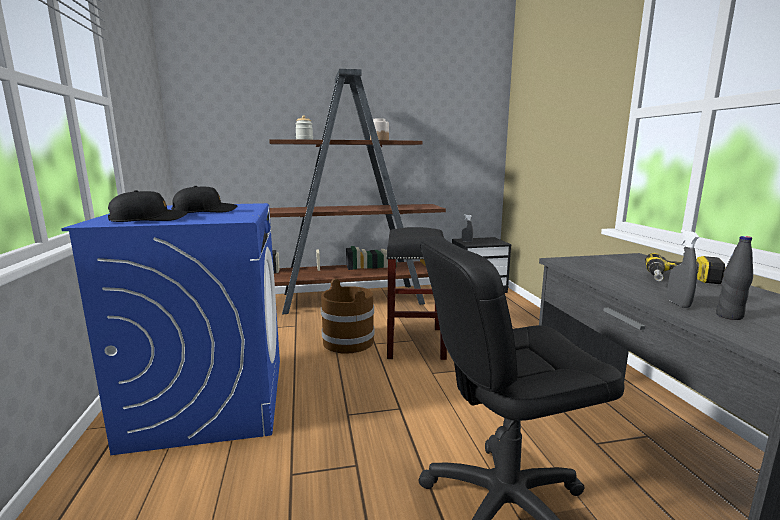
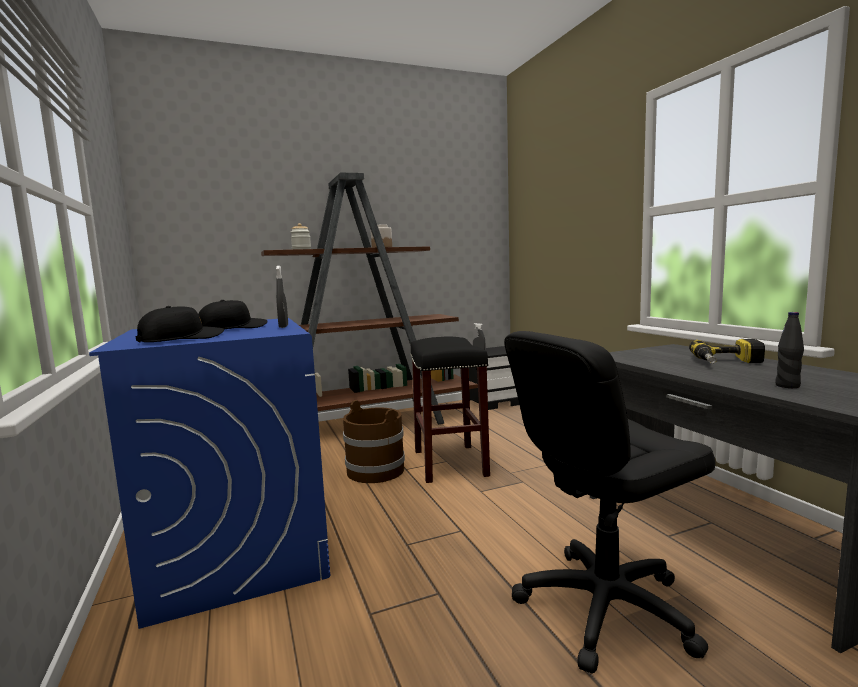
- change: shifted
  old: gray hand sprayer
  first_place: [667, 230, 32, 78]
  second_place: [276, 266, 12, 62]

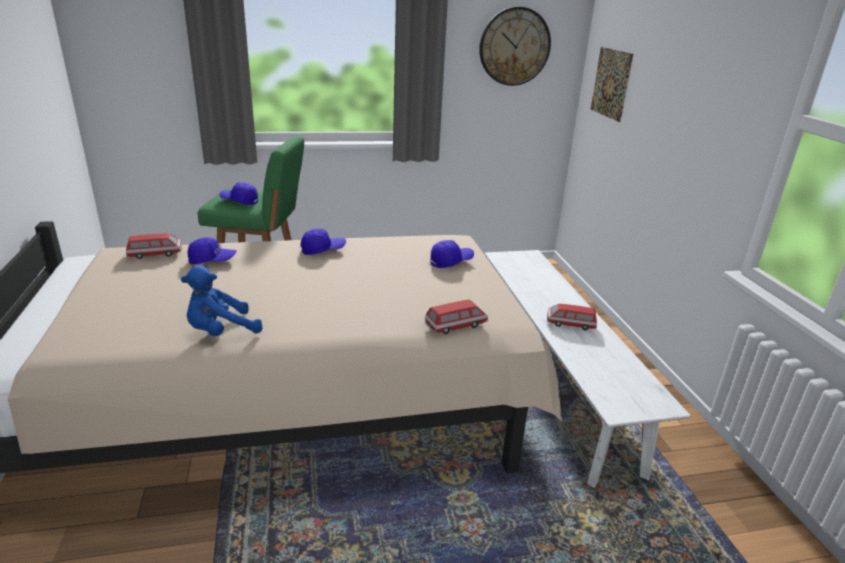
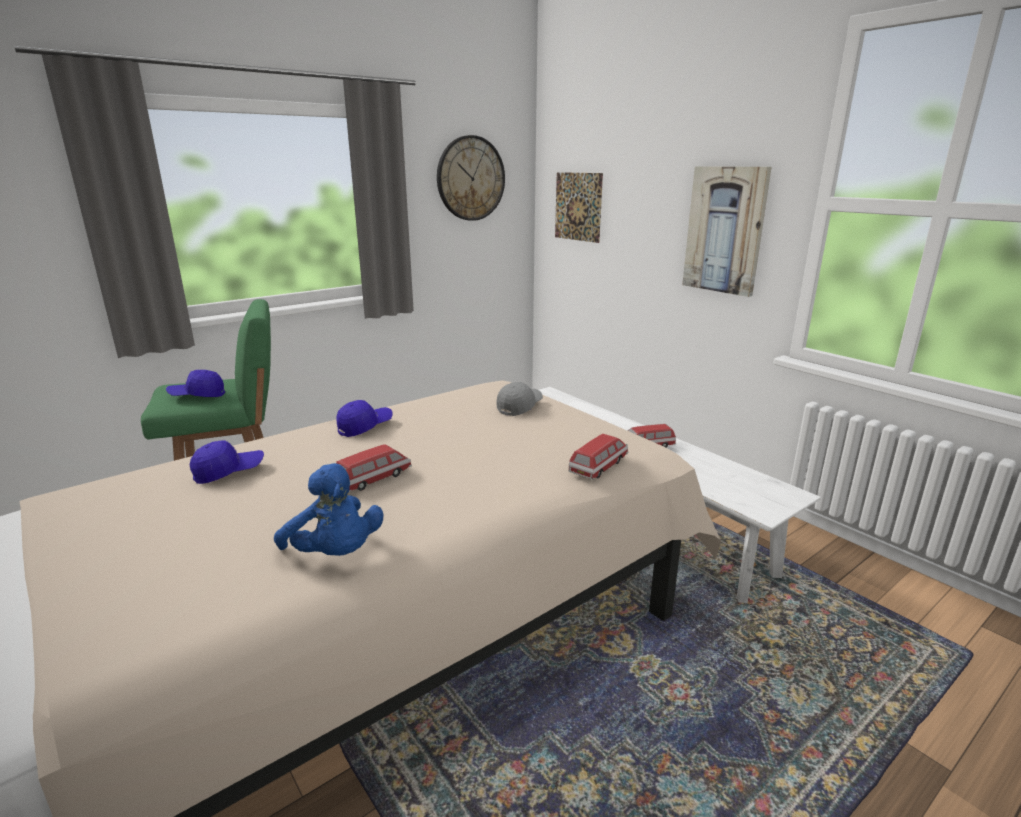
- change: shifted
  old: model car
  first_place: [126, 233, 56, 26]
  second_place: [336, 444, 76, 48]
- change: rotated
  old: bluish cuddly toy
  first_place: [181, 266, 82, 70]
  second_place: [274, 463, 110, 93]
  degrees: -75
- change: repainted
  old: bluish peaked cap
  new: gray peaked cap
  first_place: [430, 240, 44, 28]
  second_place: [497, 382, 46, 34]
- change: new
  new: picture
  second_place: [682, 166, 89, 131]

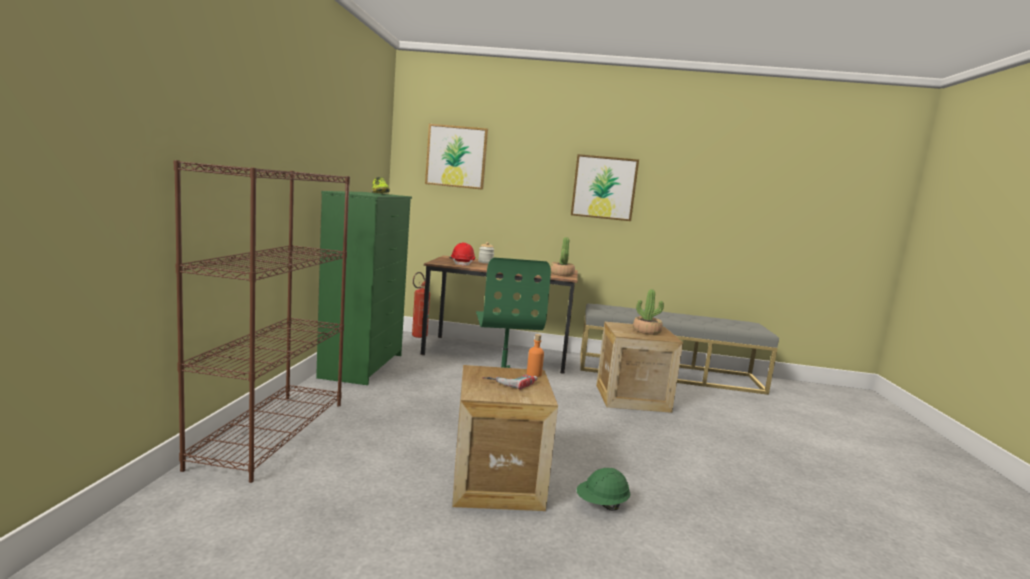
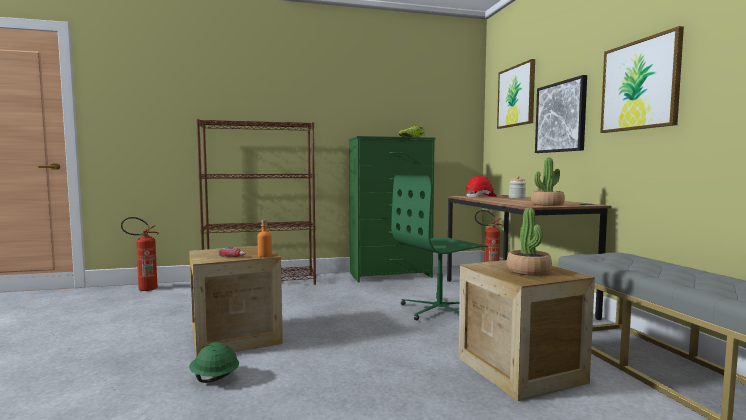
- change: new
  new: extinguisher
  second_place: [121, 217, 38, 74]
- change: new
  new: picture
  second_place: [535, 75, 52, 78]

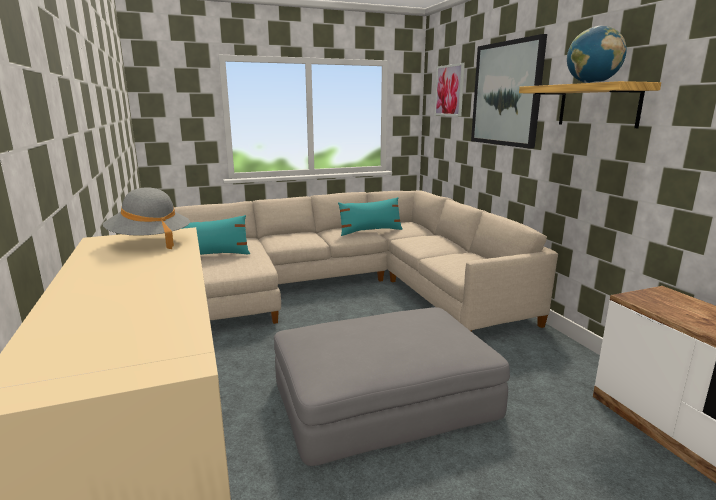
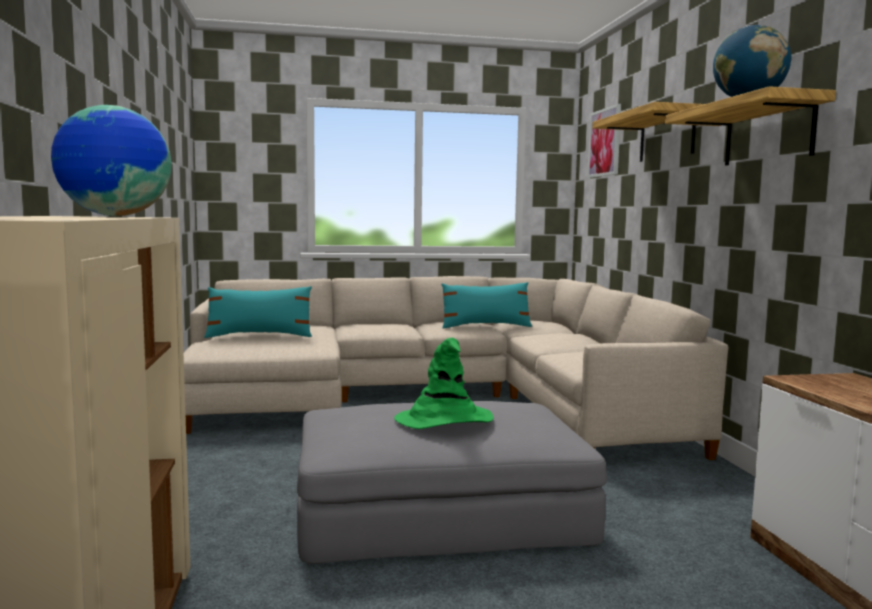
- change: swapped
  old: gray wearable hat
  new: world globe
  first_place: [103, 188, 87, 61]
  second_place: [51, 105, 121, 111]
- change: swapped
  old: picture
  new: bracket shelf
  first_place: [471, 34, 76, 115]
  second_place: [592, 102, 112, 60]
- change: new
  new: green wearable hat
  second_place: [394, 338, 100, 91]

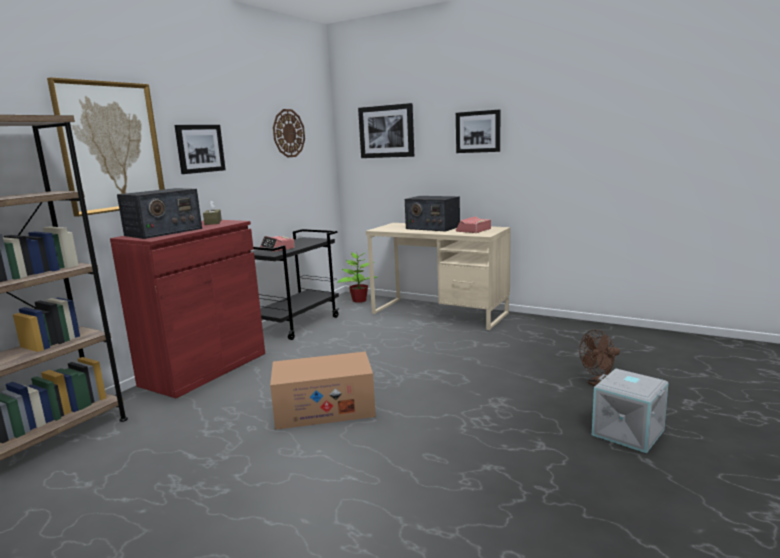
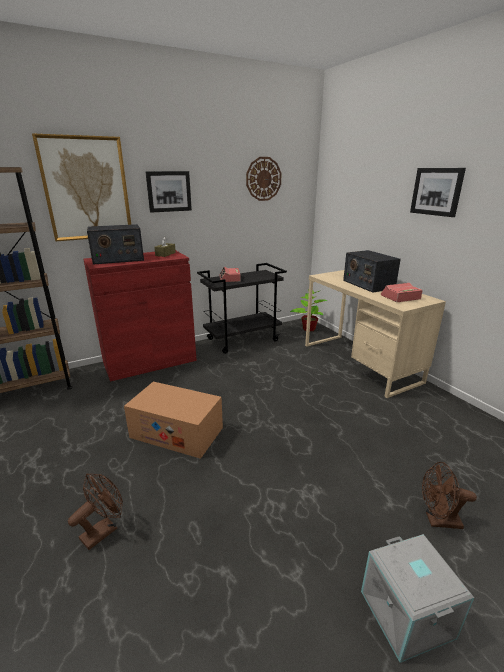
- change: gone
  old: picture
  first_place: [358, 103, 56, 55]
- change: new
  new: brown-coloured fan
  second_place: [68, 474, 55, 76]

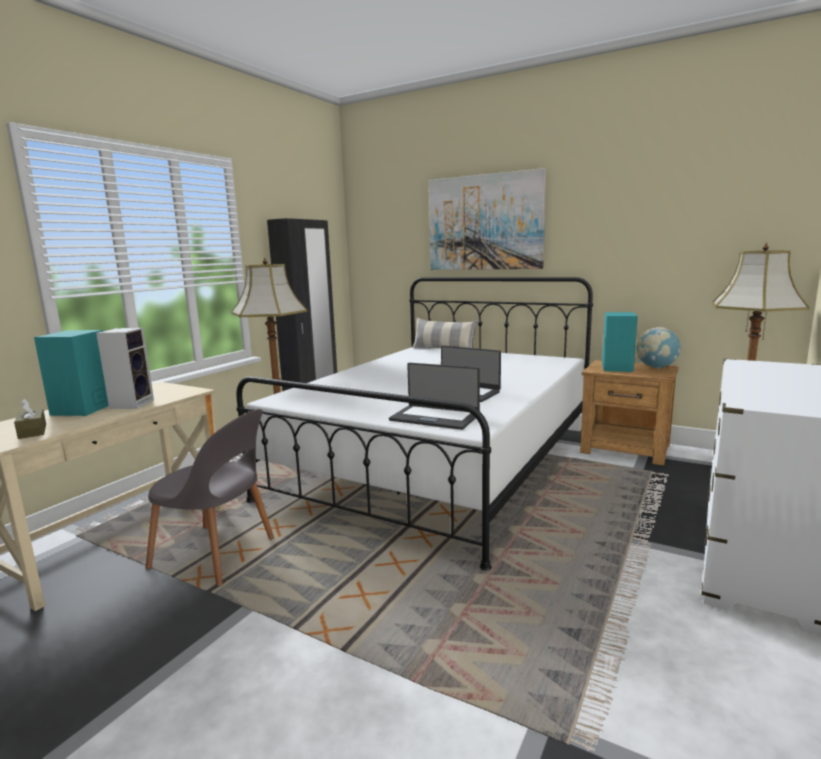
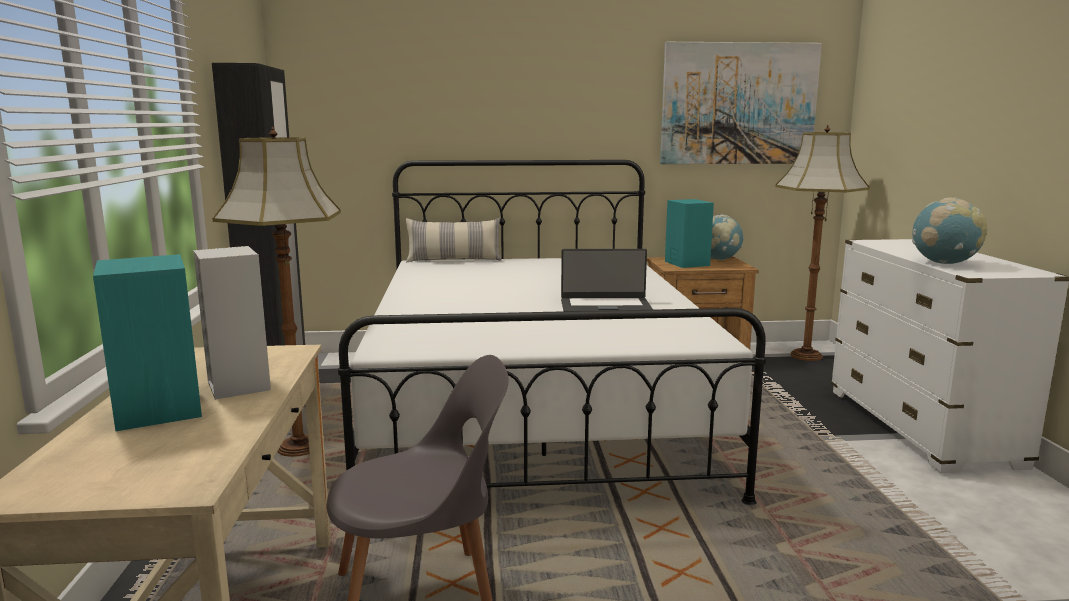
- change: gone
  old: brown-coloured box of tissues
  first_place: [14, 399, 32, 40]
- change: gone
  old: laptop
  first_place: [389, 363, 91, 67]
- change: shifted
  old: picture
  first_place: [429, 168, 117, 102]
  second_place: [660, 42, 162, 122]
- change: new
  new: world globe
  second_place: [912, 198, 75, 66]

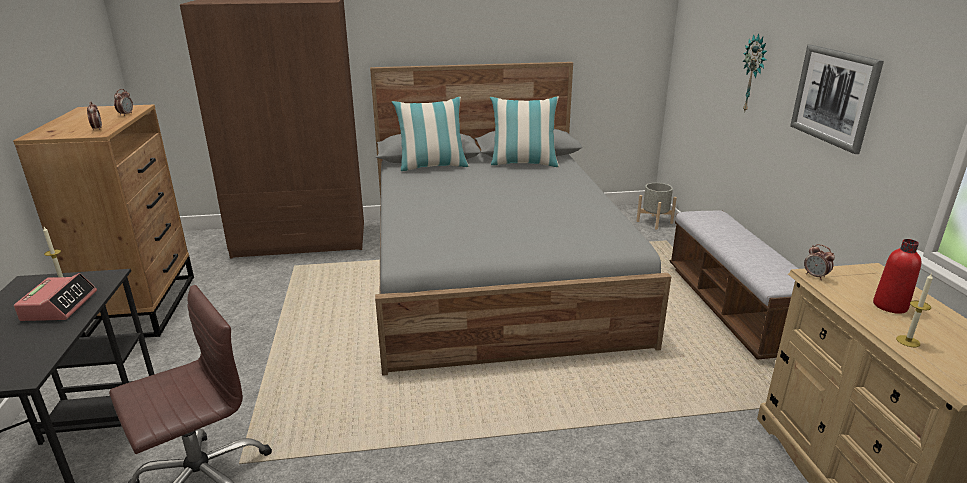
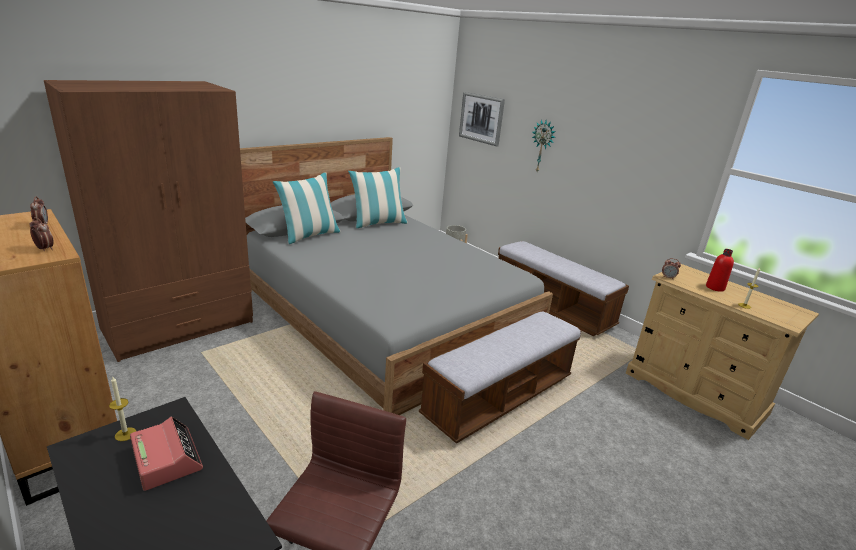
- change: shifted
  old: picture
  first_place: [790, 45, 94, 109]
  second_place: [459, 92, 46, 55]
- change: new
  new: long seat
  second_place: [419, 311, 162, 132]

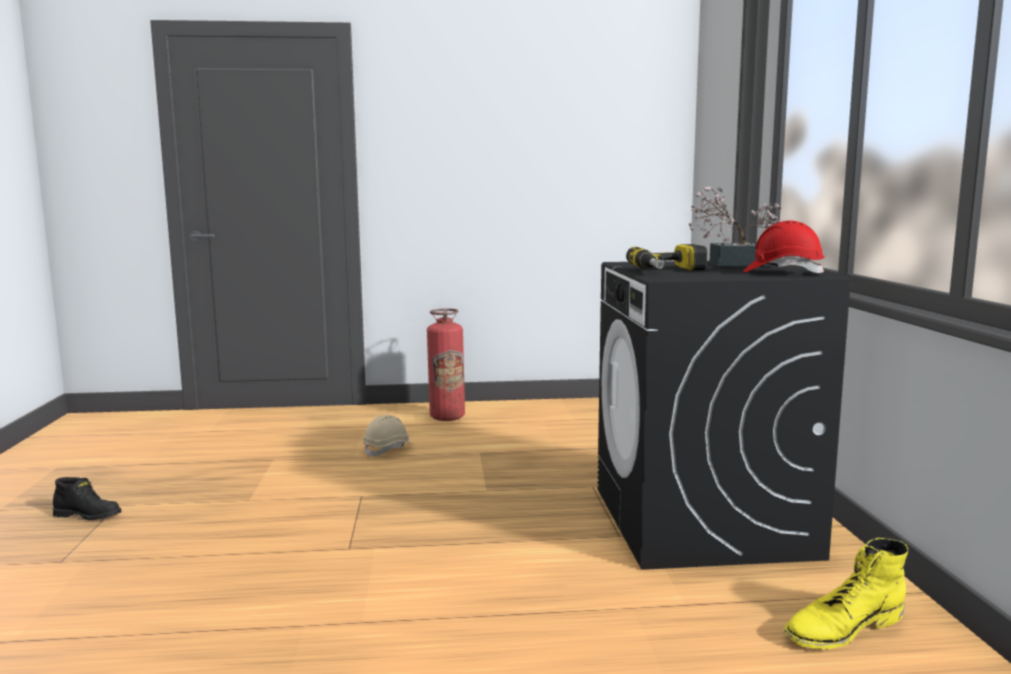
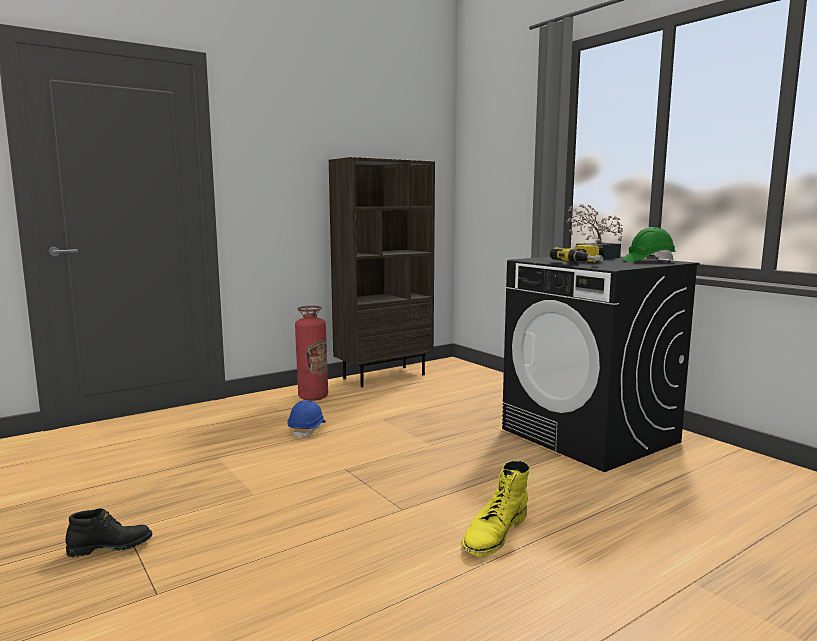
- change: repainted
  old: sand-coloured hard hat
  new: bluish hard hat
  first_place: [363, 415, 51, 42]
  second_place: [287, 400, 39, 39]
- change: repainted
  old: red-coloured hard hat
  new: green hard hat
  first_place: [743, 221, 82, 52]
  second_place: [622, 227, 54, 35]
- change: shifted
  old: yellow-coloured tall boot
  first_place: [783, 538, 125, 111]
  second_place: [461, 461, 69, 95]
- change: new
  new: brown-coloured bookcase
  second_place: [329, 157, 106, 230]

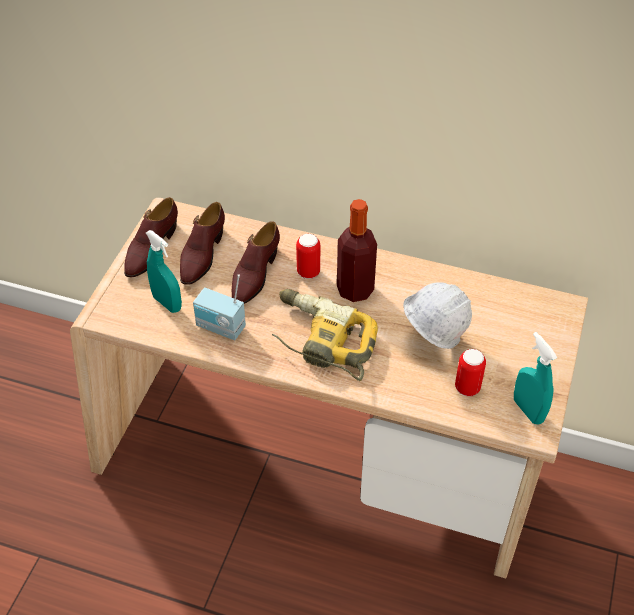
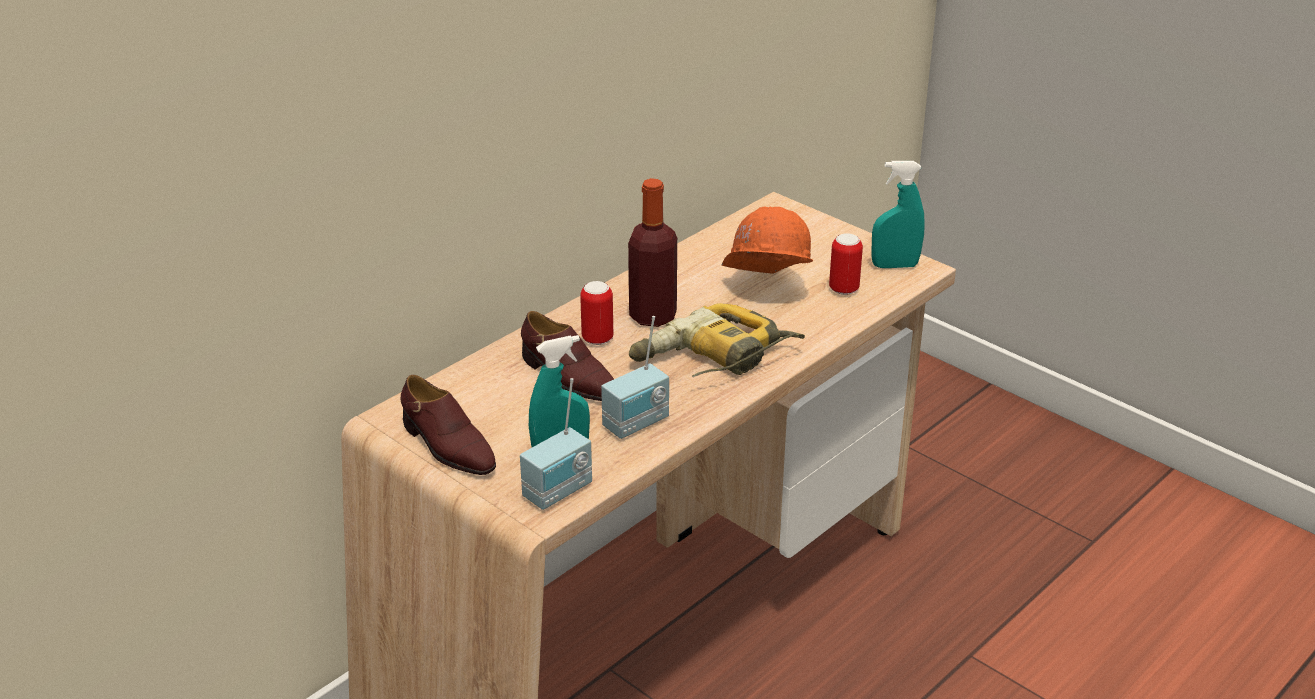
- change: gone
  old: brown-coloured low shoe
  first_place: [180, 202, 45, 83]
- change: repainted
  old: whitish hard hat
  new: orangey hard hat
  first_place: [403, 282, 69, 68]
  second_place: [692, 206, 121, 68]
- change: new
  new: radio set
  second_place: [520, 378, 72, 132]

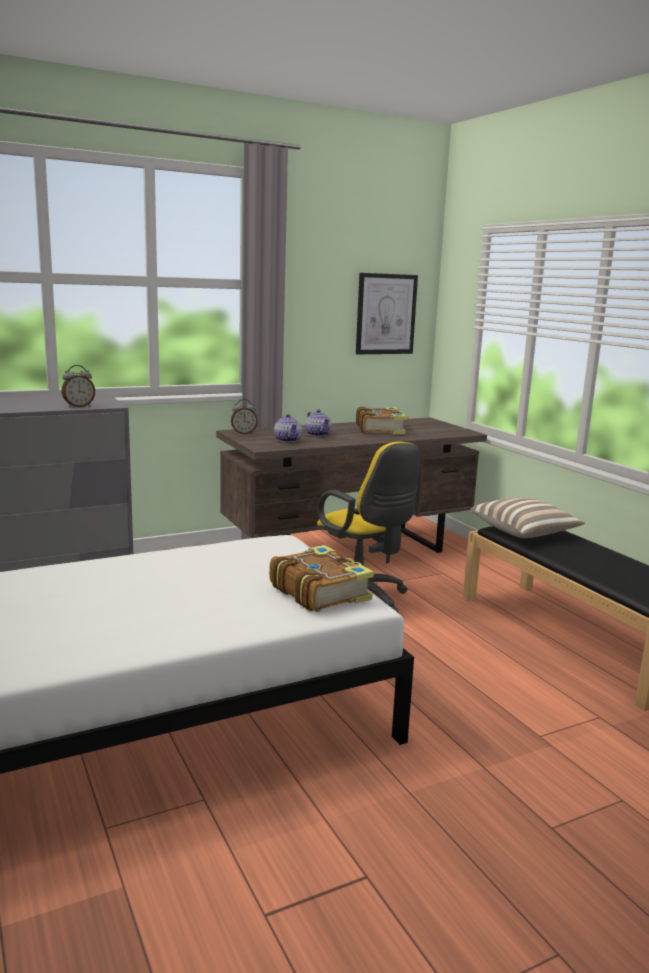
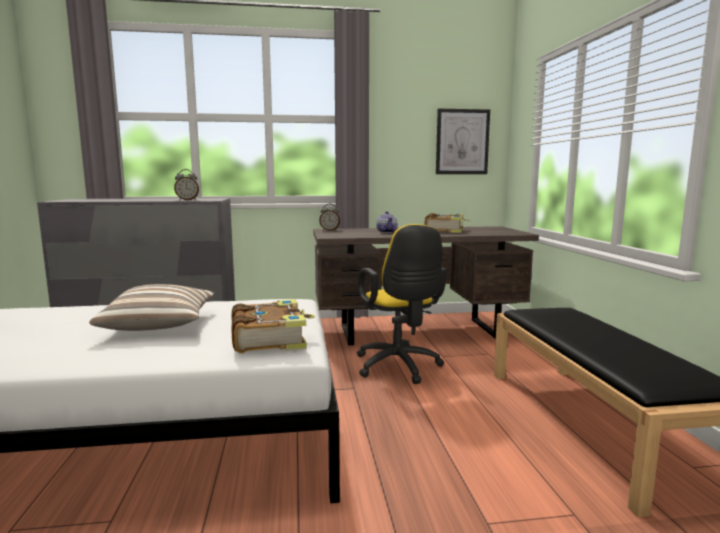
- change: gone
  old: teapot
  first_place: [274, 414, 28, 28]
- change: shifted
  old: cushion
  first_place: [470, 497, 115, 41]
  second_place: [89, 284, 126, 47]

